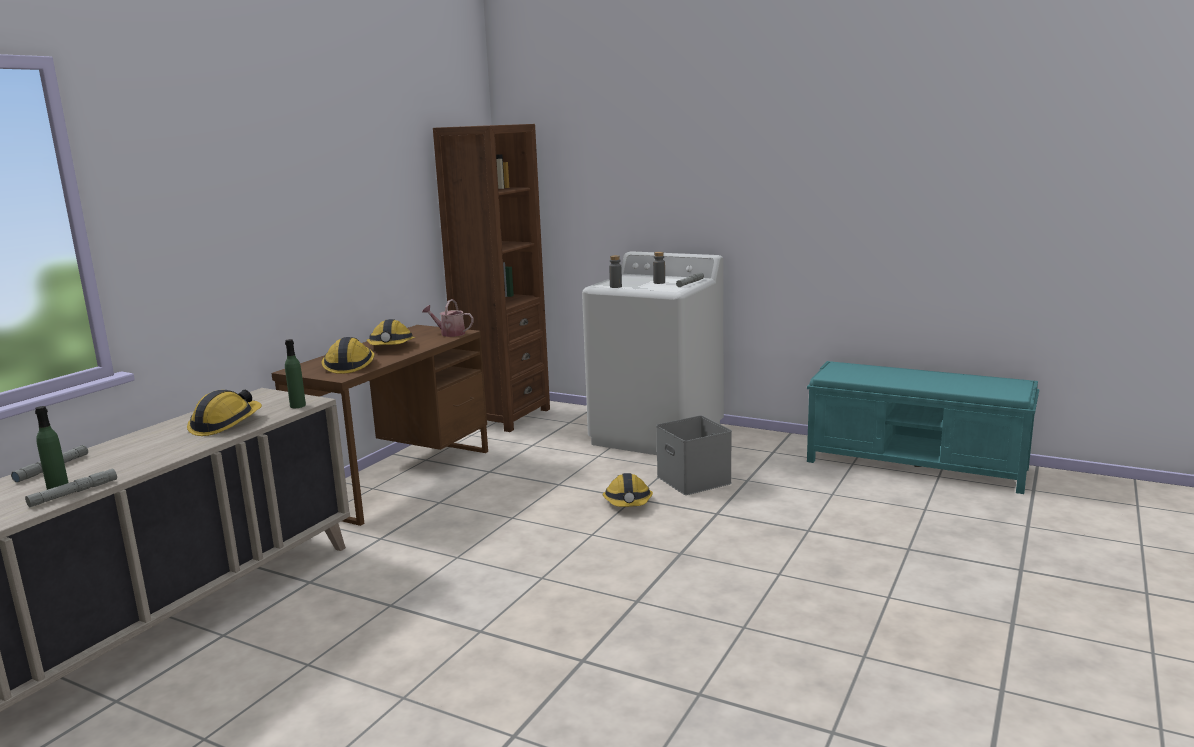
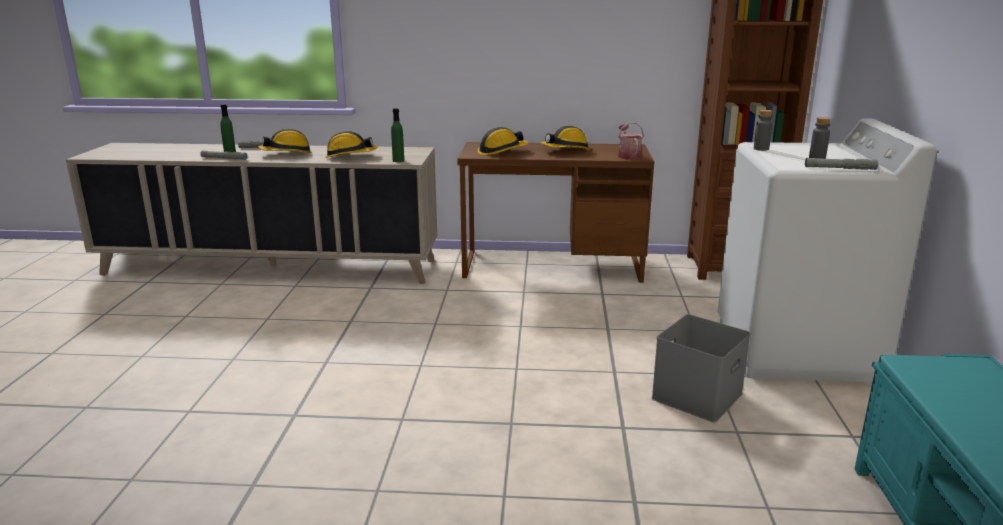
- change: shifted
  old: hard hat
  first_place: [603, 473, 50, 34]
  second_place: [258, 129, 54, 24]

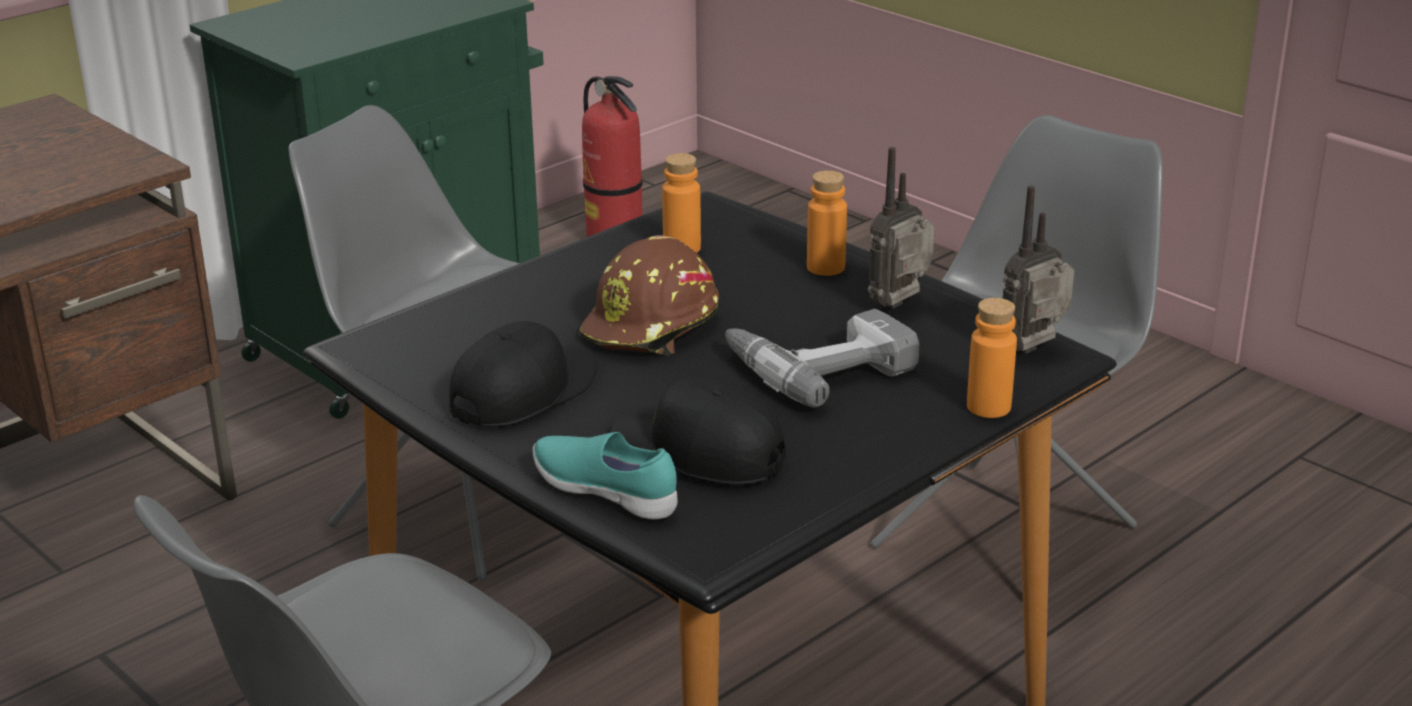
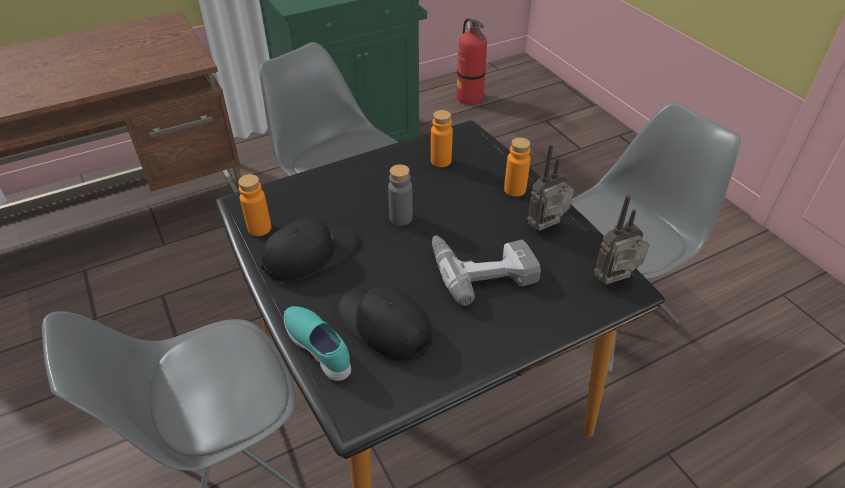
- change: swapped
  old: brown-coloured hard hat
  new: gray beverage bottle
  first_place: [578, 236, 141, 119]
  second_place: [388, 164, 25, 62]
- change: shifted
  old: orangey beverage bottle
  first_place: [967, 298, 50, 120]
  second_place: [238, 174, 33, 62]

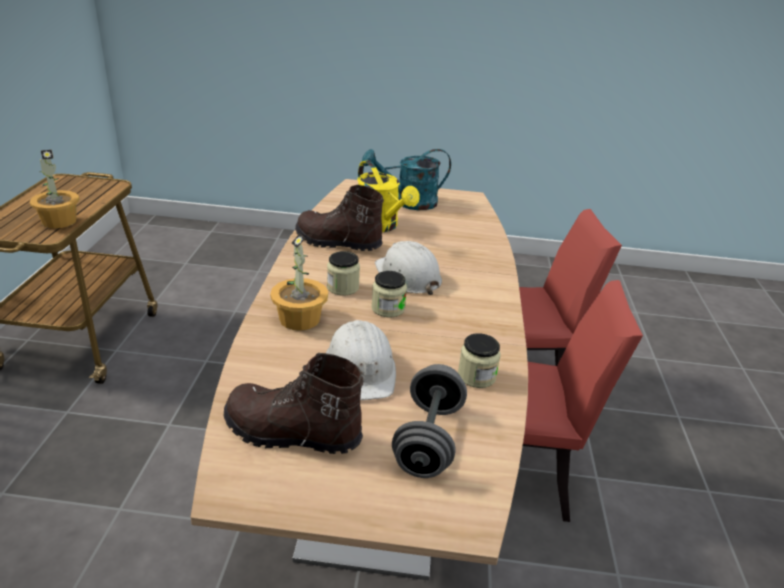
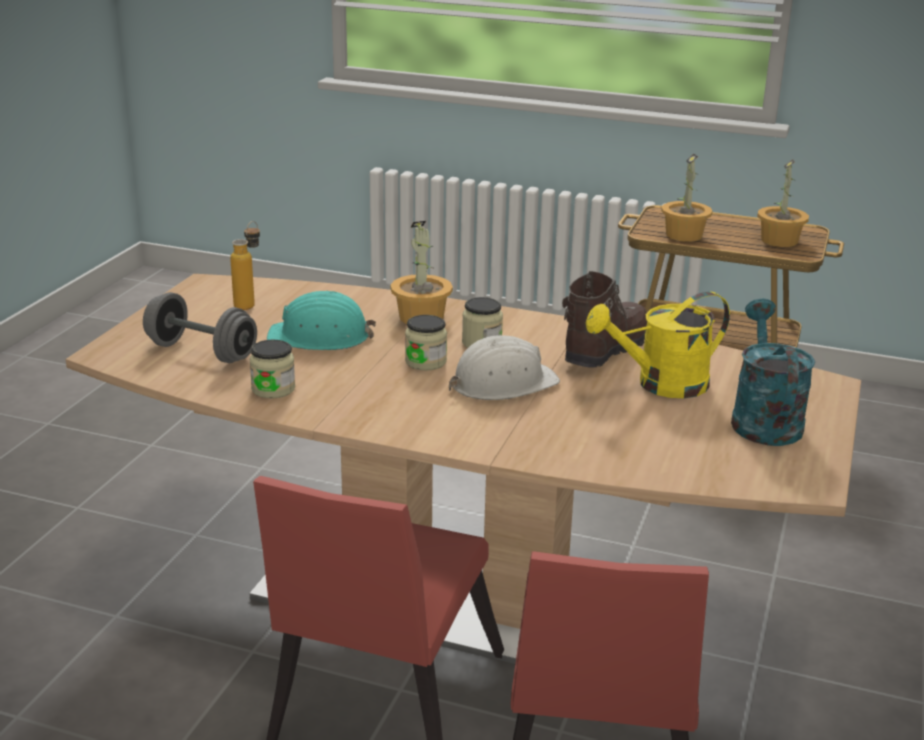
- change: swapped
  old: brown-coloured tall boot
  new: beverage bottle
  first_place: [223, 353, 140, 101]
  second_place: [230, 221, 30, 89]
- change: repainted
  old: whitish hard hat
  new: turquoise hard hat
  first_place: [326, 320, 70, 80]
  second_place: [267, 291, 109, 59]
- change: new
  new: houseplant
  second_place: [757, 159, 52, 88]

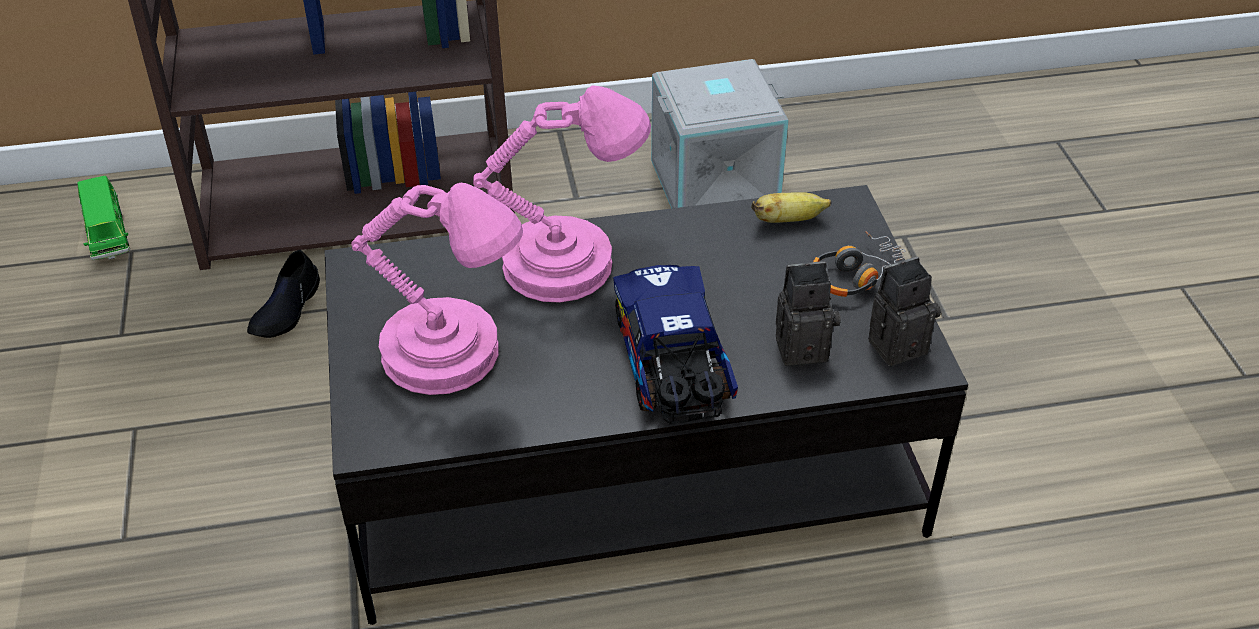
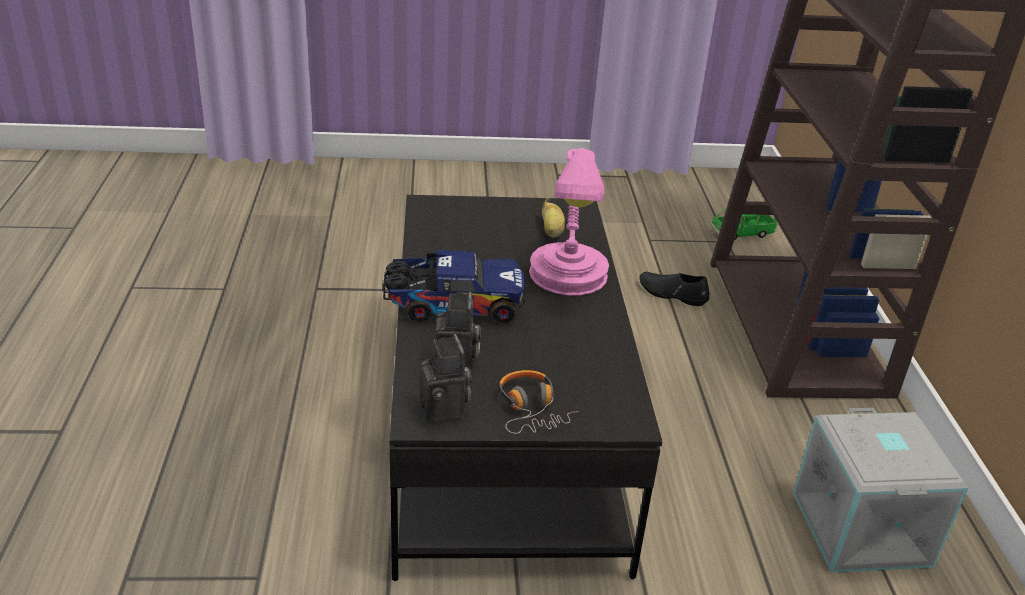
- change: gone
  old: pink table lamp
  first_place: [351, 183, 172, 212]
- change: shifted
  old: whole banana
  first_place: [751, 192, 80, 31]
  second_place: [542, 198, 23, 40]

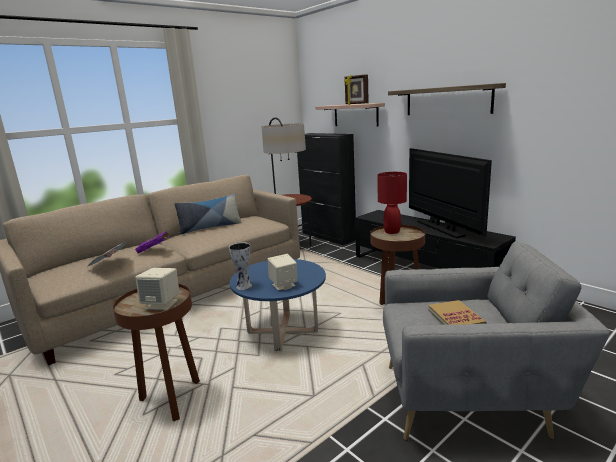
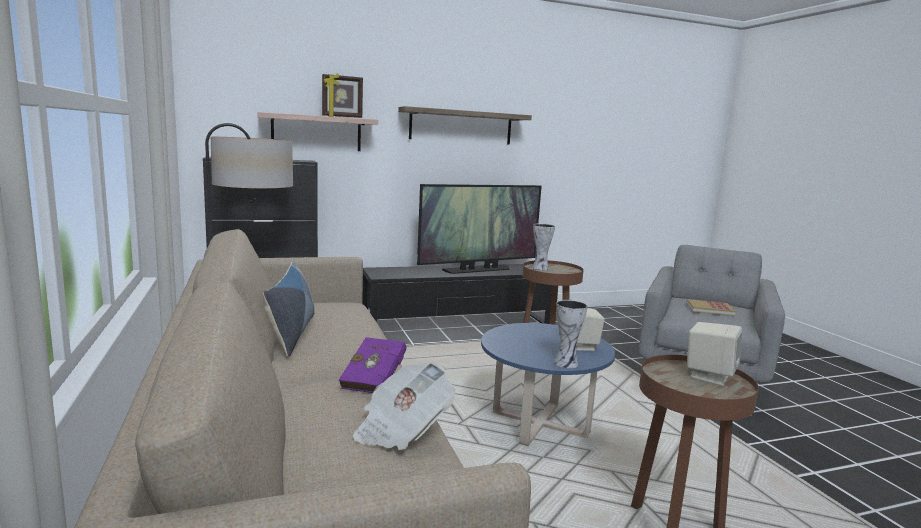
- change: swapped
  old: red-coloured table lamp
  new: decorative vase
  first_place: [377, 172, 30, 62]
  second_place: [532, 224, 23, 47]
- change: rotated
  old: TV
  first_place: [409, 148, 83, 91]
  second_place: [417, 184, 125, 90]
  degrees: 150

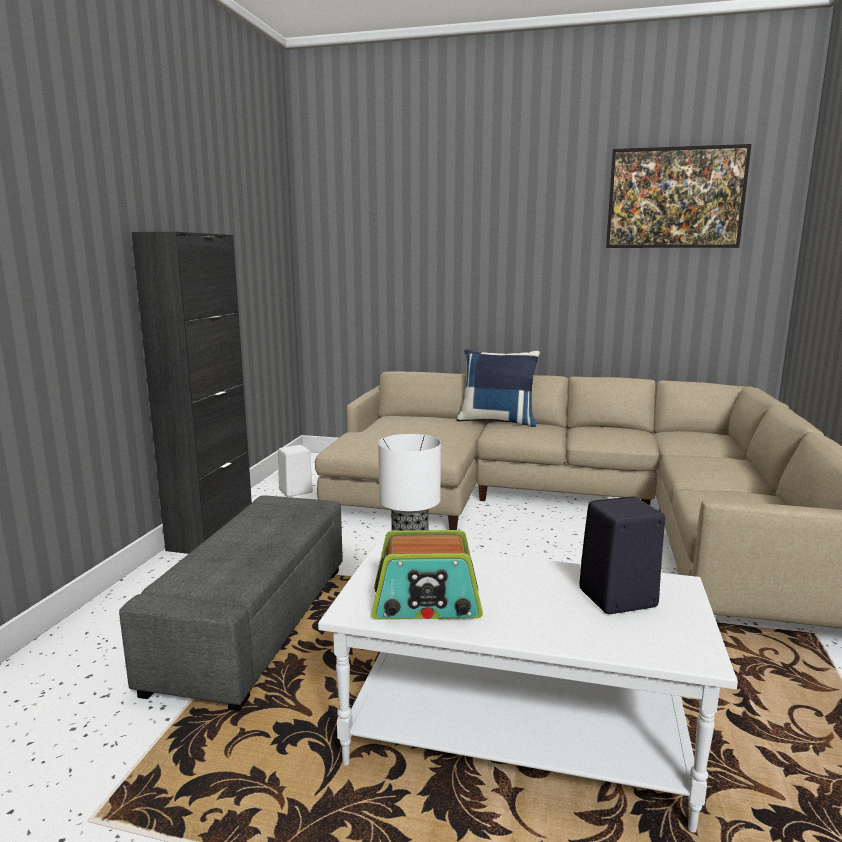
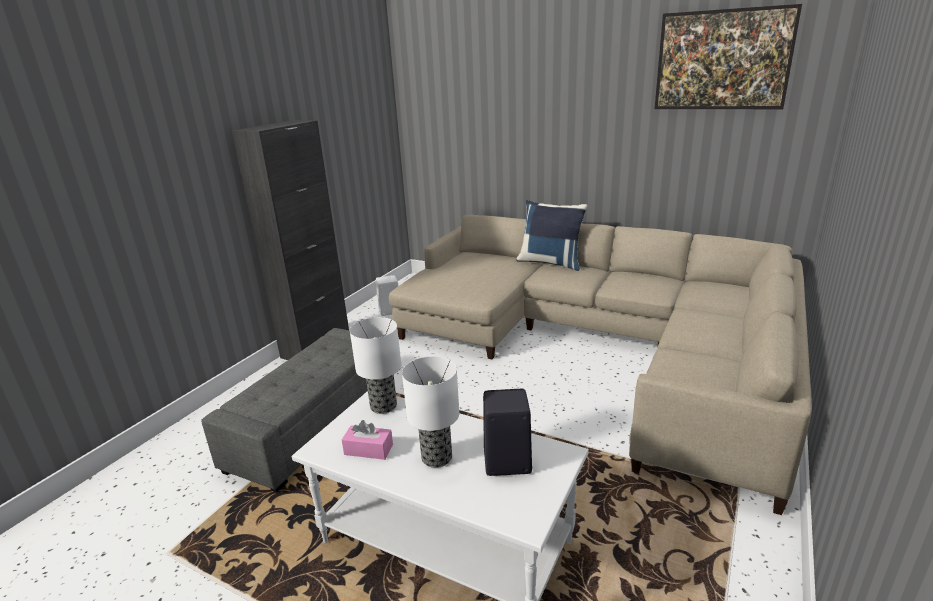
- change: swapped
  old: radio set
  new: pink box of tissues
  first_place: [372, 530, 111, 90]
  second_place: [342, 420, 51, 40]
- change: new
  new: table lamp
  second_place: [402, 356, 57, 112]

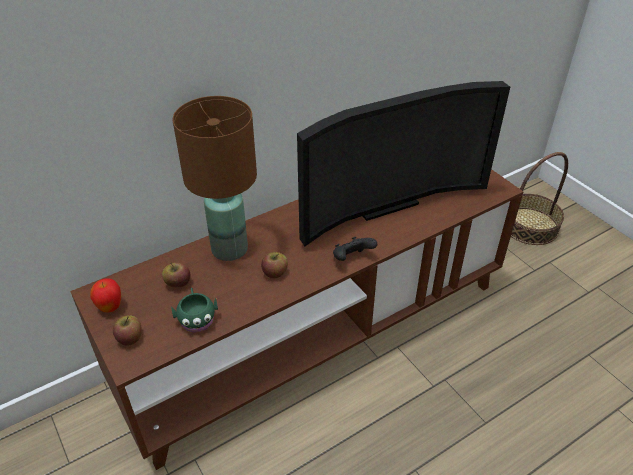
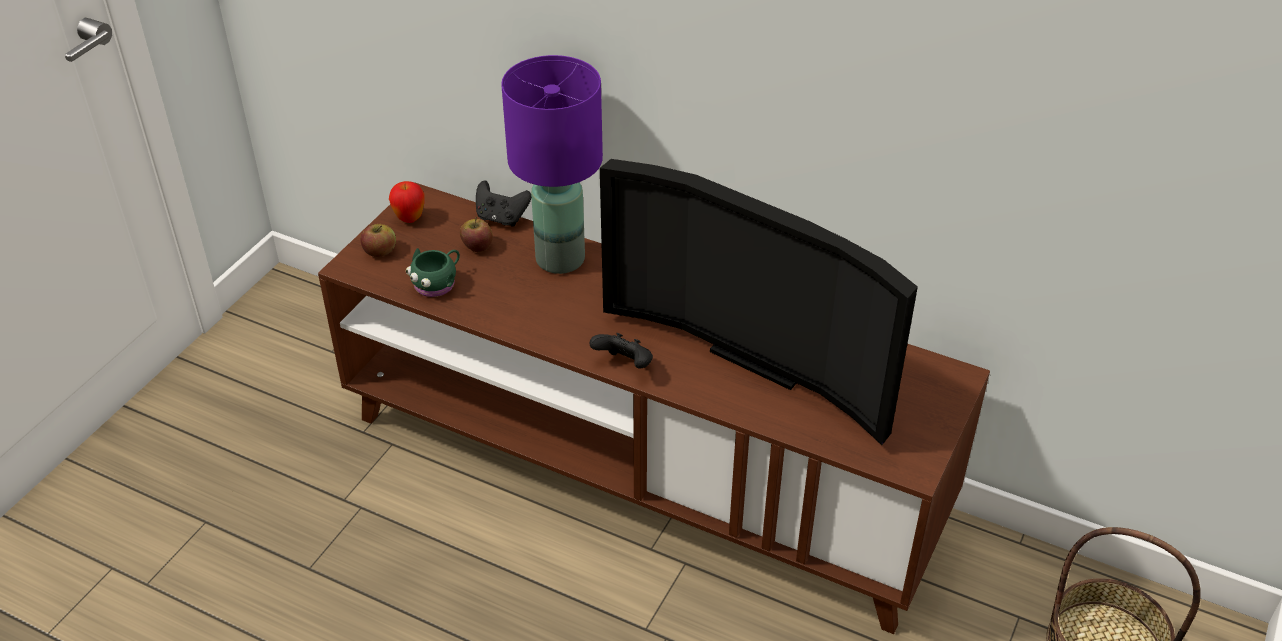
- change: repainted
  old: brown-coloured table lamp
  new: purplish table lamp
  first_place: [173, 96, 84, 165]
  second_place: [501, 55, 102, 219]
- change: gone
  old: whole apple
  first_place: [261, 252, 27, 26]
- change: new
  new: black joypad
  second_place: [476, 180, 55, 47]

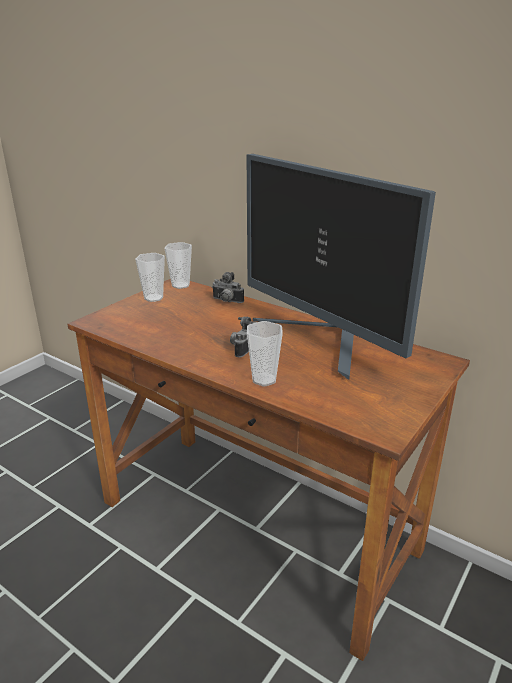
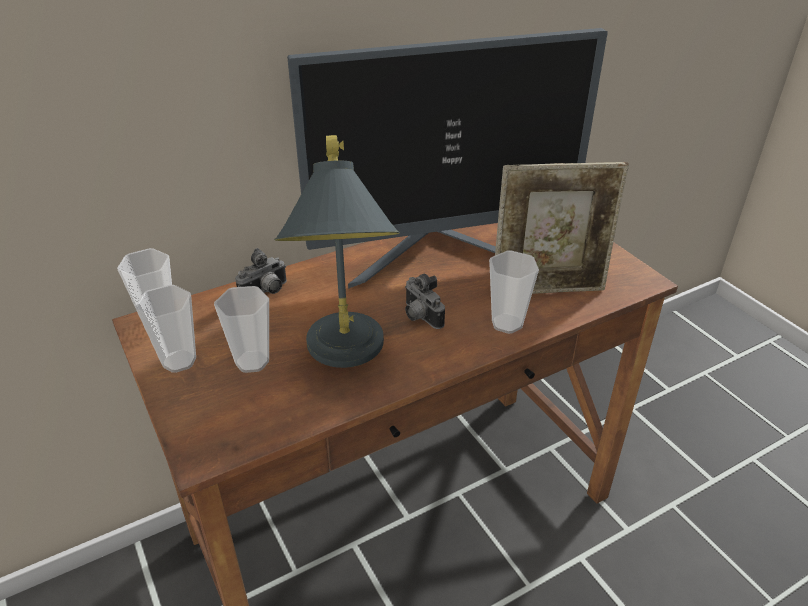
- change: new
  new: small cup
  second_place: [214, 286, 55, 87]
- change: new
  new: gray table lamp
  second_place: [274, 135, 126, 233]
- change: new
  new: standing frame
  second_place: [495, 162, 134, 132]

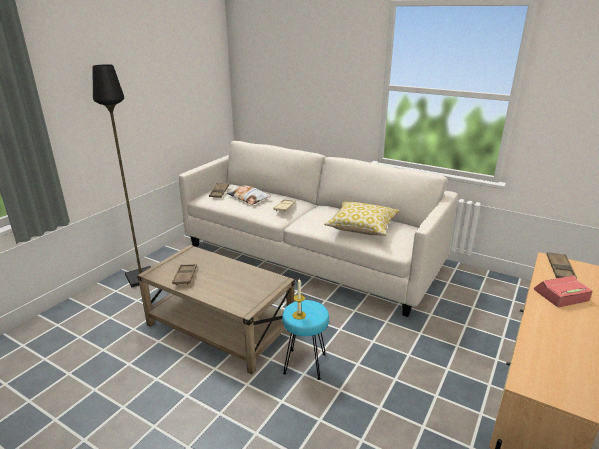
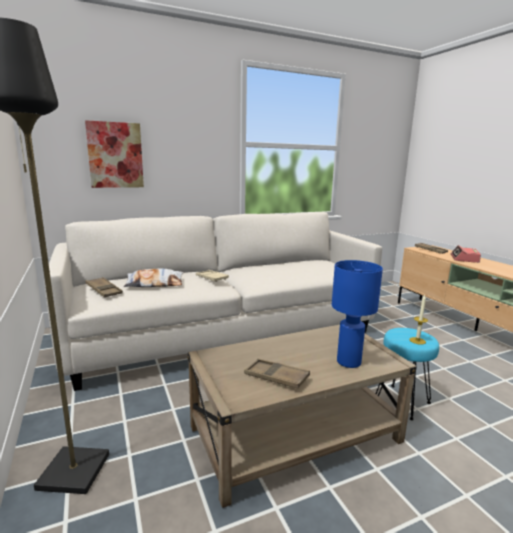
- change: gone
  old: cushion
  first_place: [324, 201, 76, 35]
- change: new
  new: picture
  second_place: [85, 120, 59, 68]
- change: new
  new: bluish table lamp
  second_place: [332, 260, 51, 108]

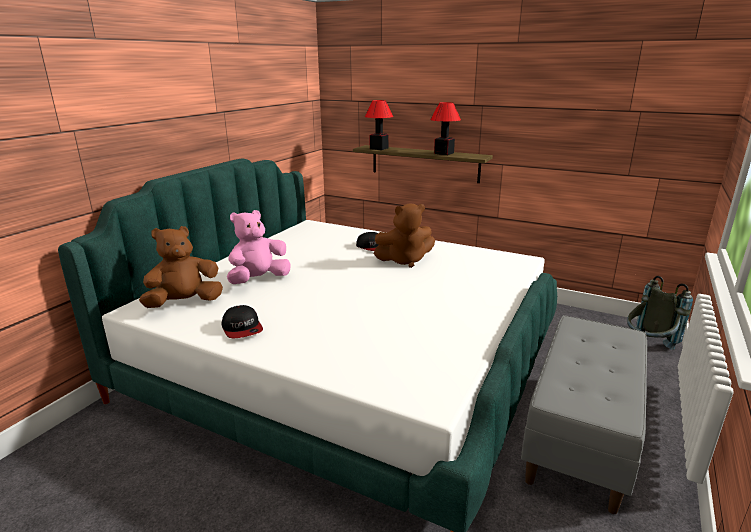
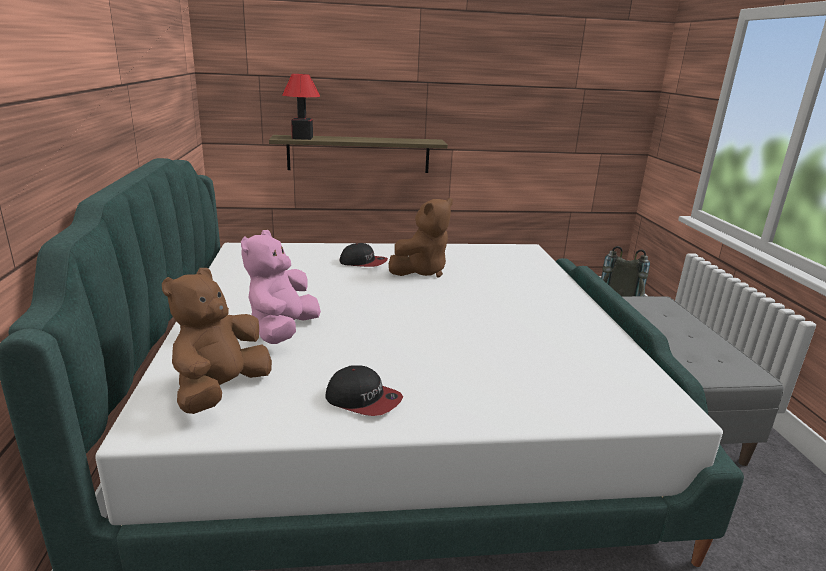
- change: gone
  old: table lamp
  first_place: [430, 102, 31, 53]

